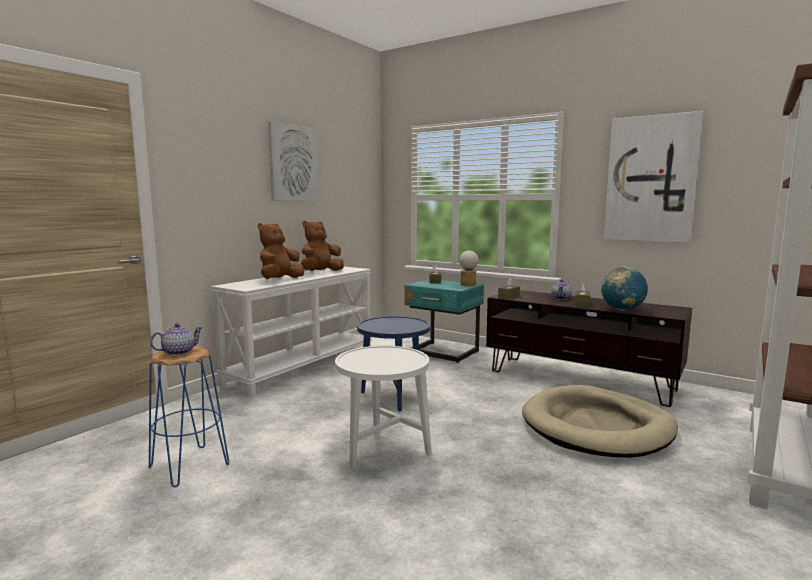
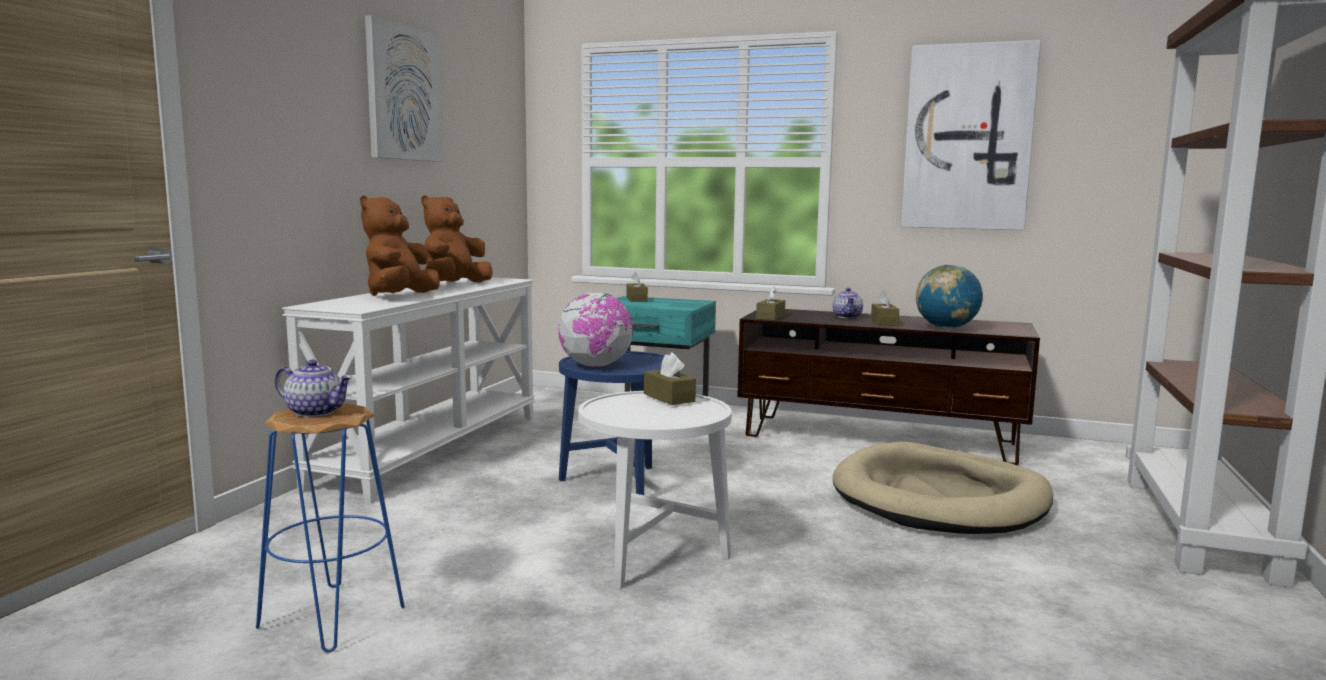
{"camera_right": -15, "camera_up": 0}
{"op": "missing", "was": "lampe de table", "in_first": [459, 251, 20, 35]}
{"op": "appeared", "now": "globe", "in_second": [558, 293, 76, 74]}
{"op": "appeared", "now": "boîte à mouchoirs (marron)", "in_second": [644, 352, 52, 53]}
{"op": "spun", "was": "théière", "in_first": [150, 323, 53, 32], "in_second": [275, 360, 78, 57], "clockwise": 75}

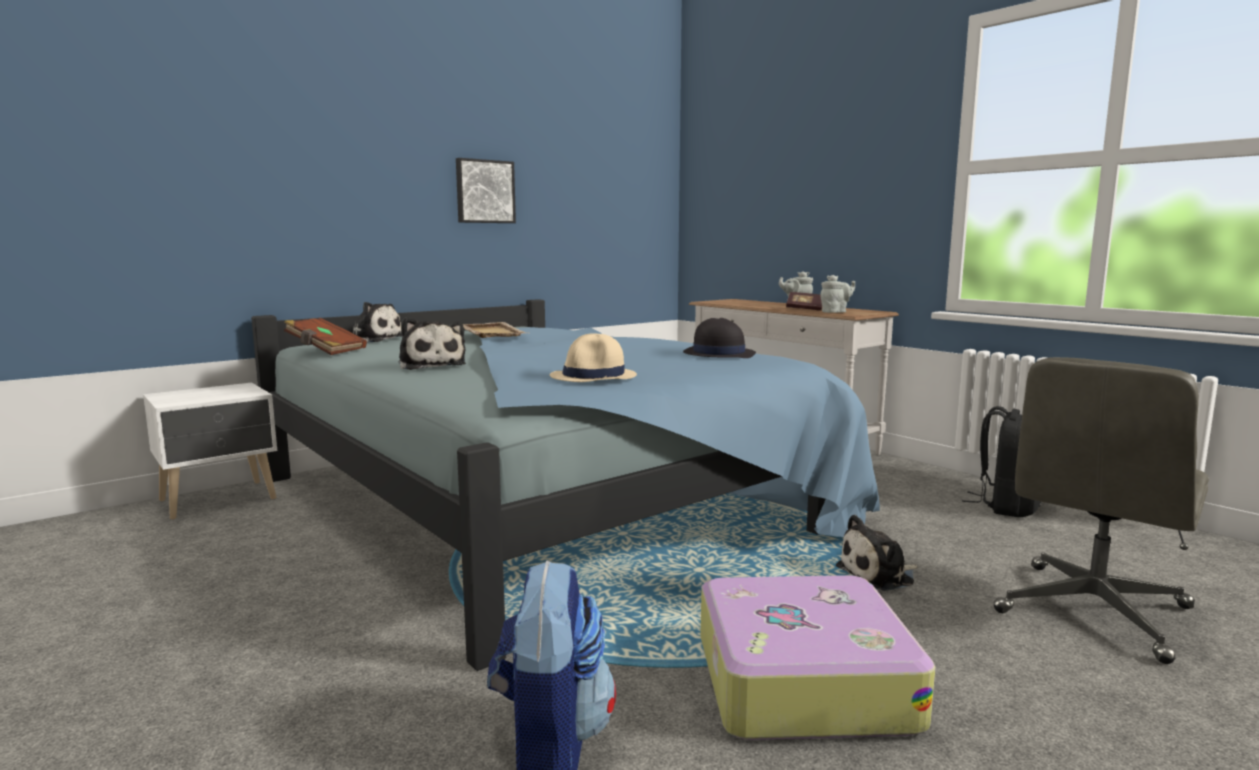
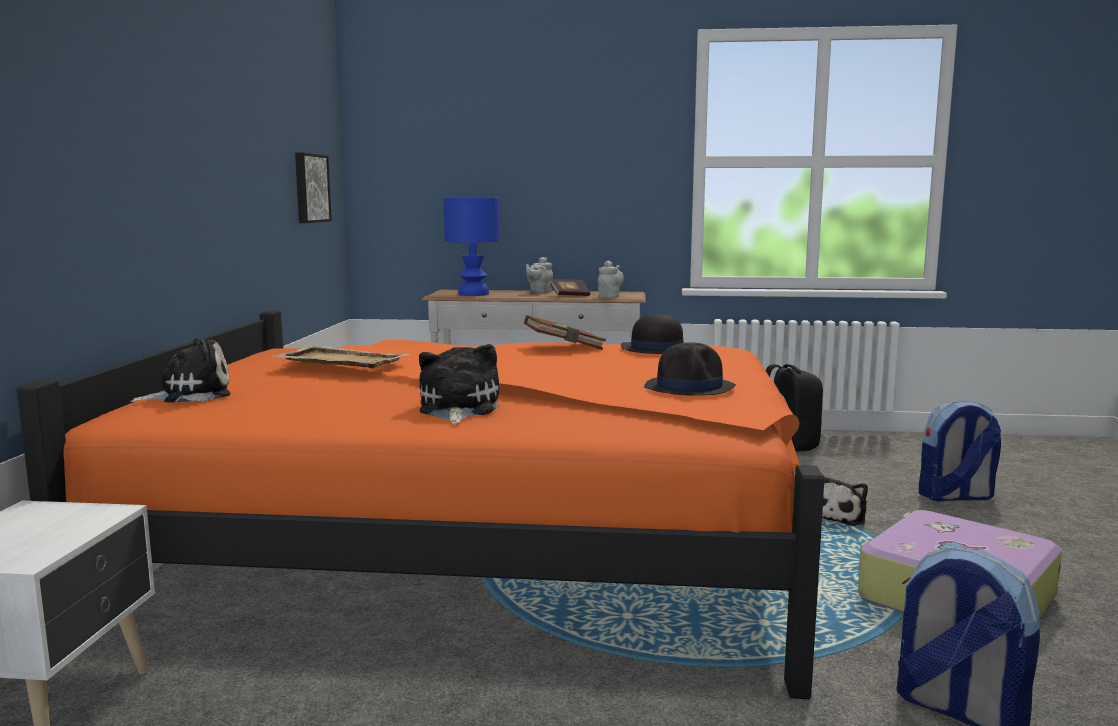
{"camera_right": -45, "camera_up": 0}
{"op": "appeared", "now": "lampe de table (bleu)", "in_second": [444, 197, 55, 99]}
{"op": "relocated", "was": "livre (marron)", "in_first": [284, 318, 83, 37], "in_second": [524, 315, 82, 35]}
{"op": "relocated", "was": "tableau", "in_first": [456, 158, 60, 65], "in_second": [295, 153, 37, 70]}
{"op": "exchanged", "was": "chaise de bureau (gris)", "now": "sac à dos", "in_first": [994, 357, 215, 307], "in_second": [919, 401, 82, 100]}
{"op": "colour", "was": "lit (bleu)", "now": "lit (orange)", "in_first": [251, 299, 629, 372], "in_second": [17, 311, 808, 388]}
{"op": "colour", "was": "chapeau (beige)", "now": "chapeau (noir)", "in_first": [550, 334, 87, 48], "in_second": [644, 342, 92, 54]}
{"op": "spun", "was": "peluche", "in_first": [399, 318, 67, 52], "in_second": [419, 344, 81, 80], "clockwise": -105}

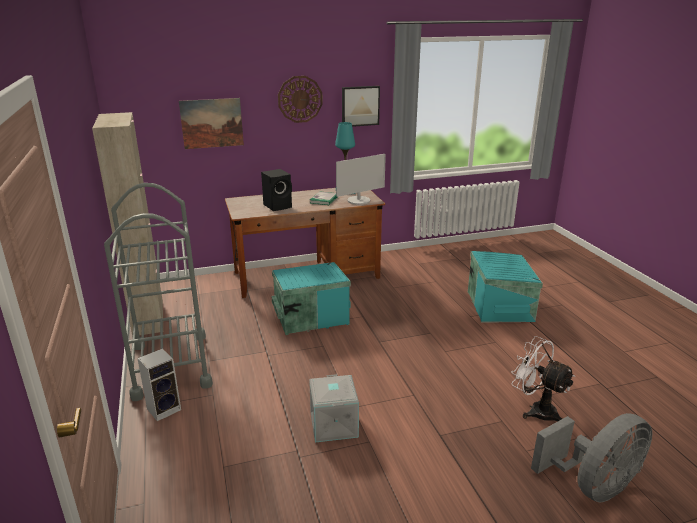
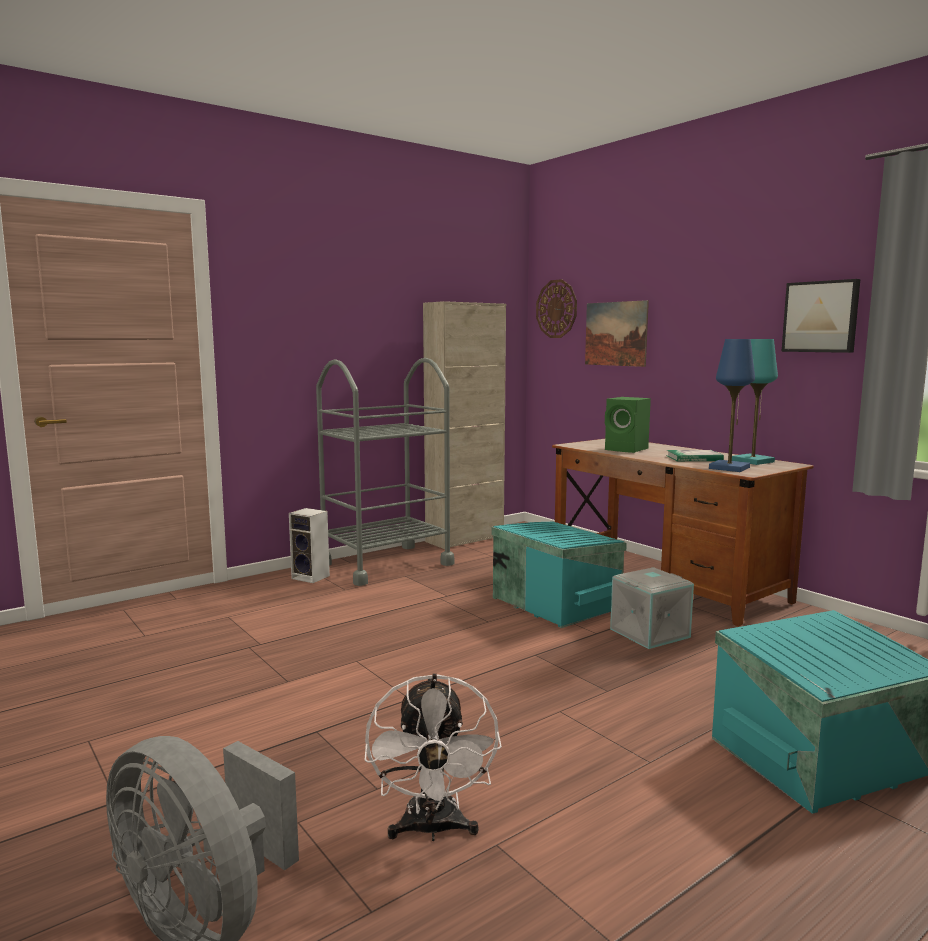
{"camera_right": 70, "camera_up": -15}
{"op": "relocated", "was": "horloge murale", "in_first": [278, 76, 45, 47], "in_second": [536, 279, 41, 59]}
{"op": "relocated", "was": "boîte de rangement (gris)", "in_first": [309, 374, 50, 68], "in_second": [610, 567, 84, 82]}
{"op": "exchanged", "was": "écran d'ordinateur", "now": "lampe de table (bleu)", "in_first": [336, 154, 50, 51], "in_second": [709, 339, 46, 133]}
{"op": "colour", "was": "enceinte (noir)", "now": "enceinte (vert)", "in_first": [261, 169, 31, 42], "in_second": [605, 397, 46, 56]}
{"op": "spun", "was": "ventilateur (blanc)", "in_first": [511, 336, 64, 85], "in_second": [365, 673, 137, 168], "clockwise": 150}

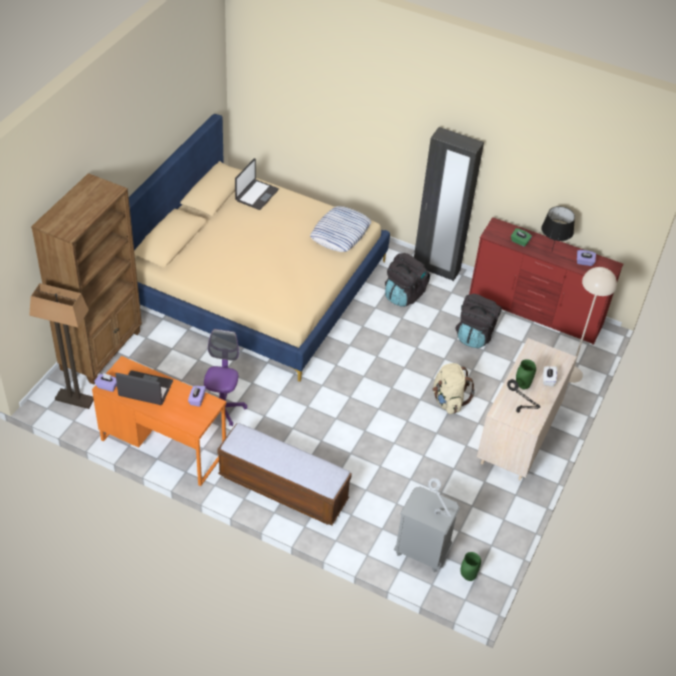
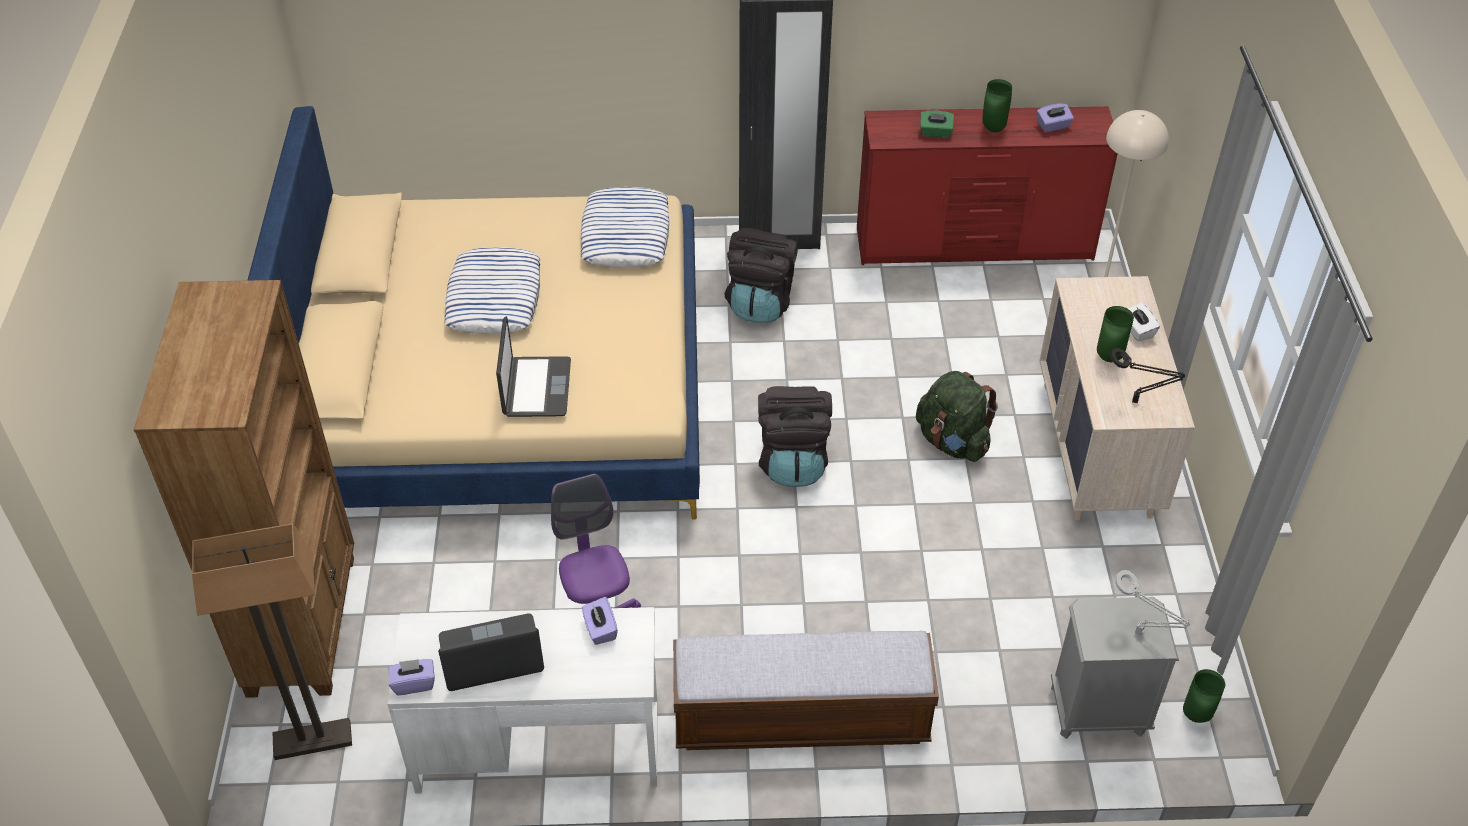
{"camera_right": -25, "camera_up": 0}
{"op": "appeared", "now": "coussin", "in_second": [444, 247, 96, 87]}
{"op": "relocated", "was": "ordinateur portable", "in_first": [235, 158, 44, 52], "in_second": [496, 316, 75, 101]}
{"op": "relocated", "was": "sac à dos (noir)", "in_first": [455, 294, 47, 54], "in_second": [758, 386, 74, 101]}
{"op": "exchanged", "was": "lampe de table (noir)", "now": "vase (vert)", "in_first": [541, 206, 34, 44], "in_second": [982, 79, 30, 53]}
{"op": "colour", "was": "bureau (orange)", "now": "bureau (blanc)", "in_first": [92, 356, 134, 130], "in_second": [387, 607, 270, 187]}
{"op": "colour", "was": "sac à dos (beige)", "now": "sac à dos (vert)", "in_first": [433, 363, 42, 51], "in_second": [916, 371, 82, 91]}

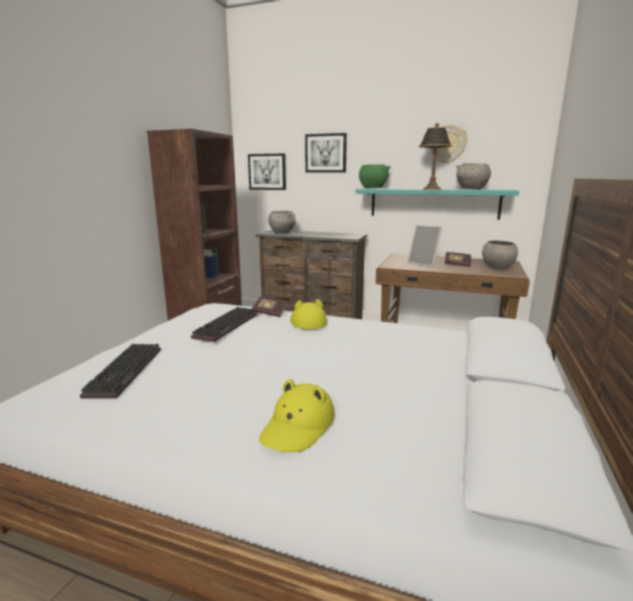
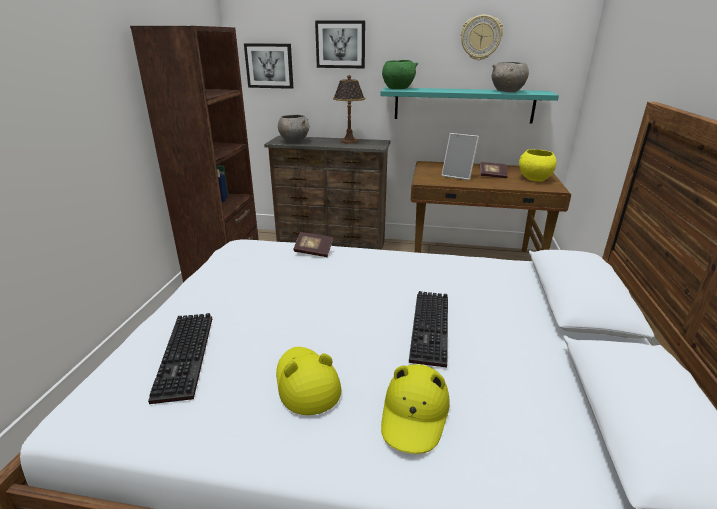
{"camera_right": -10, "camera_up": 10}
{"op": "relocated", "was": "clavier", "in_first": [191, 307, 67, 35], "in_second": [409, 291, 39, 77]}
{"op": "relocated", "was": "chapeau (jaune)", "in_first": [290, 299, 37, 30], "in_second": [276, 347, 65, 68]}
{"op": "relocated", "was": "lampe de table", "in_first": [419, 123, 33, 67], "in_second": [333, 75, 32, 69]}
{"op": "colour", "was": "bol (gris)", "now": "bol (jaune)", "in_first": [482, 240, 36, 30], "in_second": [519, 149, 38, 33]}

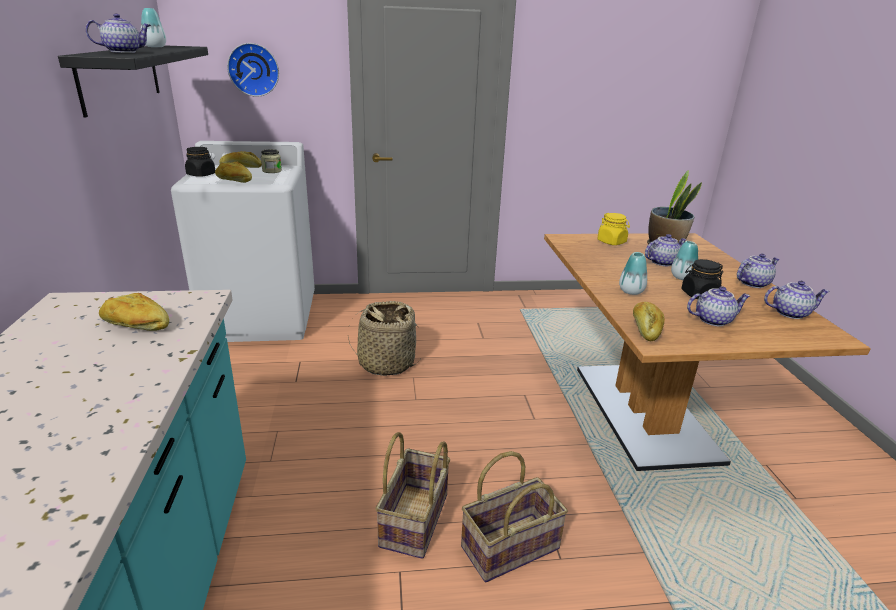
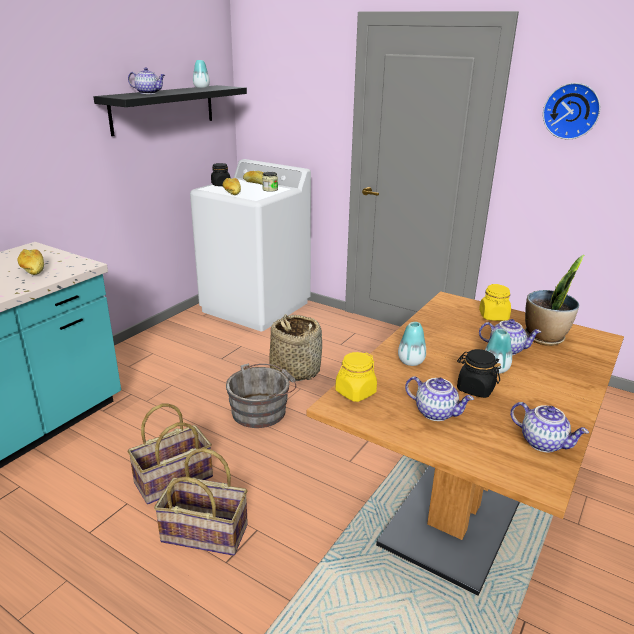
{"camera_right": 40, "camera_up": 0}
{"op": "missing", "was": "théière", "in_first": [737, 253, 42, 35]}
{"op": "appeared", "now": "seau (gris)", "in_second": [226, 363, 70, 65]}
{"op": "relocated", "was": "horloge murale", "in_first": [227, 43, 52, 54], "in_second": [543, 83, 57, 56]}
{"op": "exchanged", "was": "pain", "now": "bocal (jaune)", "in_first": [633, 302, 32, 39], "in_second": [335, 352, 42, 50]}

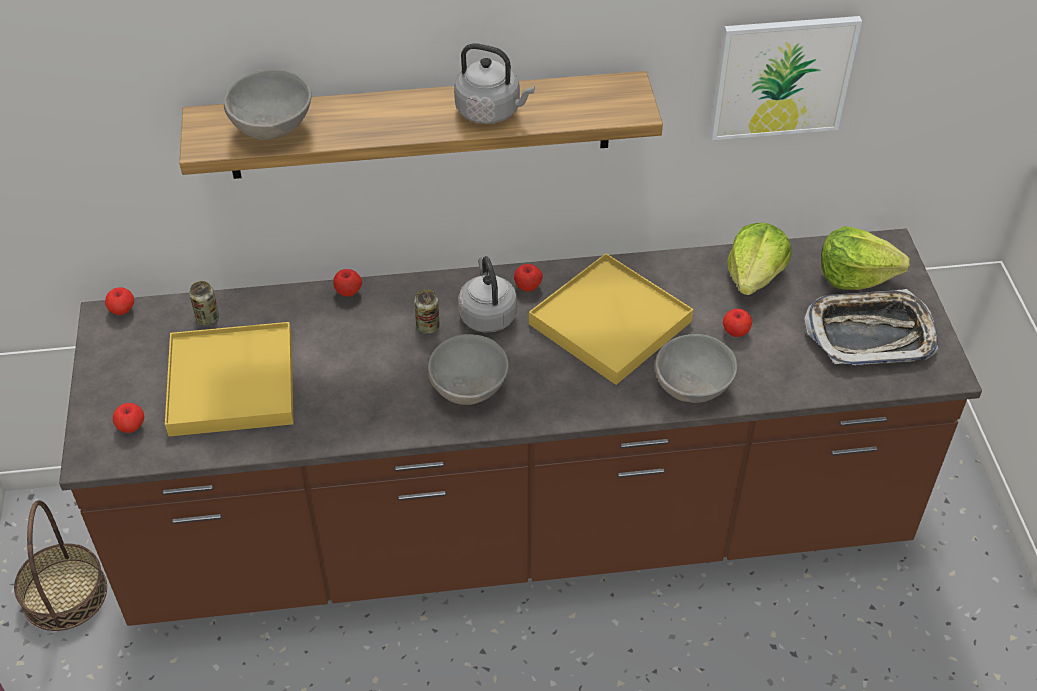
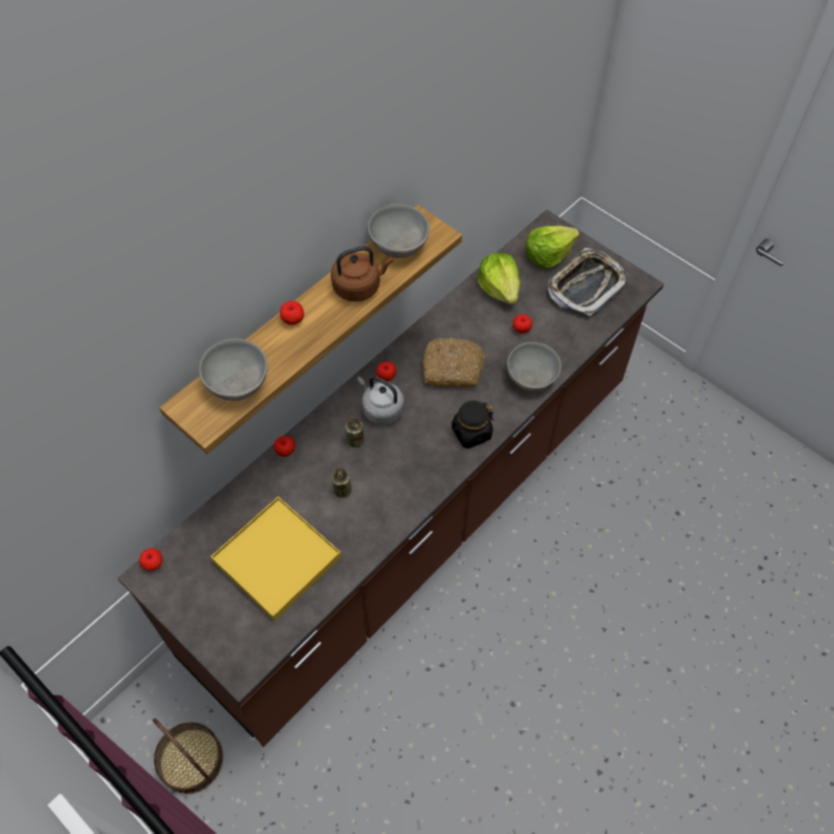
{"camera_right": -40, "camera_up": 10}
{"op": "missing", "was": "tableau", "in_first": [710, 16, 152, 124]}
{"op": "appeared", "now": "bocal (noir)", "in_second": [451, 400, 42, 49]}
{"op": "relocated", "was": "pomme", "in_first": [113, 403, 31, 30], "in_second": [280, 301, 24, 24]}
{"op": "relocated", "was": "boîte métallique", "in_first": [189, 281, 30, 45], "in_second": [332, 468, 19, 30]}
{"op": "relocated", "was": "bol (gris)", "in_first": [428, 334, 80, 71], "in_second": [368, 204, 62, 54]}
{"op": "exchanged", "was": "plateau (jaune)", "now": "pain", "in_first": [529, 253, 164, 132], "in_second": [423, 337, 62, 51]}
{"op": "colour", "was": "bouilloire (gris)", "now": "bouilloire (marron)", "in_first": [454, 43, 81, 81], "in_second": [331, 246, 62, 56]}

